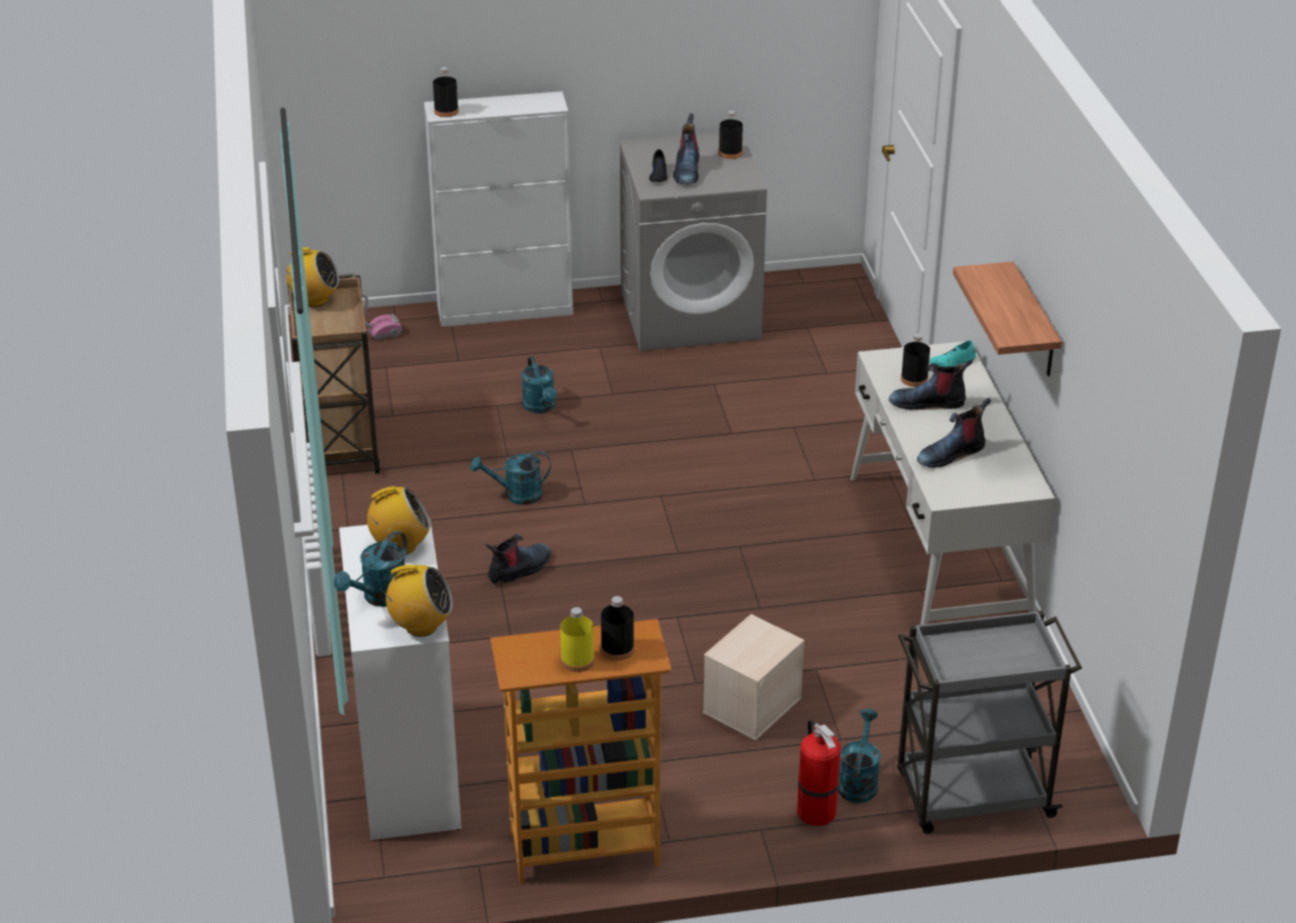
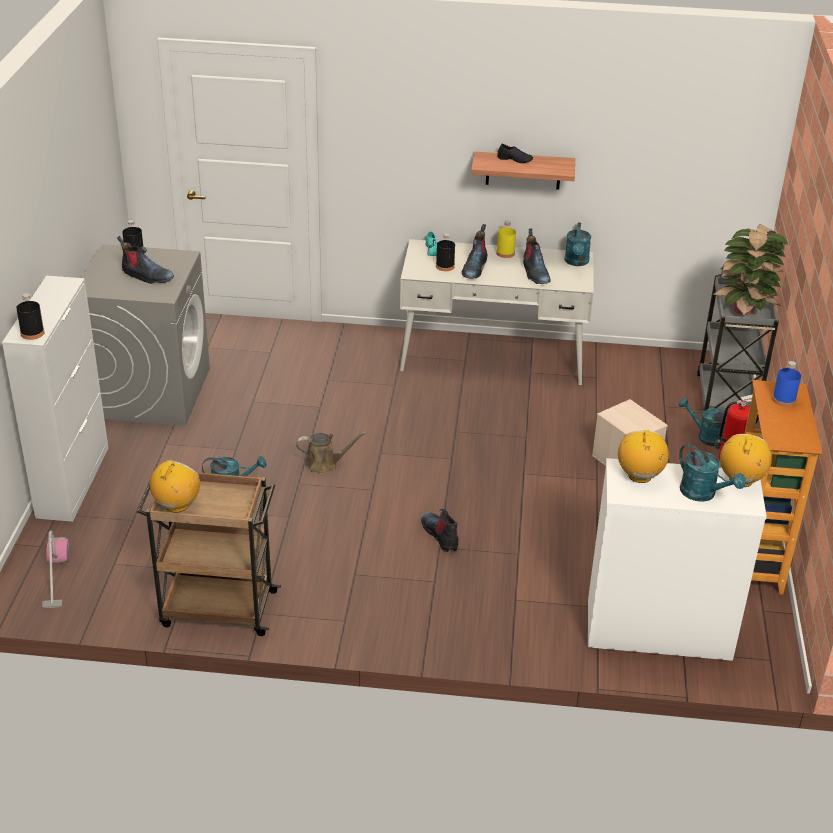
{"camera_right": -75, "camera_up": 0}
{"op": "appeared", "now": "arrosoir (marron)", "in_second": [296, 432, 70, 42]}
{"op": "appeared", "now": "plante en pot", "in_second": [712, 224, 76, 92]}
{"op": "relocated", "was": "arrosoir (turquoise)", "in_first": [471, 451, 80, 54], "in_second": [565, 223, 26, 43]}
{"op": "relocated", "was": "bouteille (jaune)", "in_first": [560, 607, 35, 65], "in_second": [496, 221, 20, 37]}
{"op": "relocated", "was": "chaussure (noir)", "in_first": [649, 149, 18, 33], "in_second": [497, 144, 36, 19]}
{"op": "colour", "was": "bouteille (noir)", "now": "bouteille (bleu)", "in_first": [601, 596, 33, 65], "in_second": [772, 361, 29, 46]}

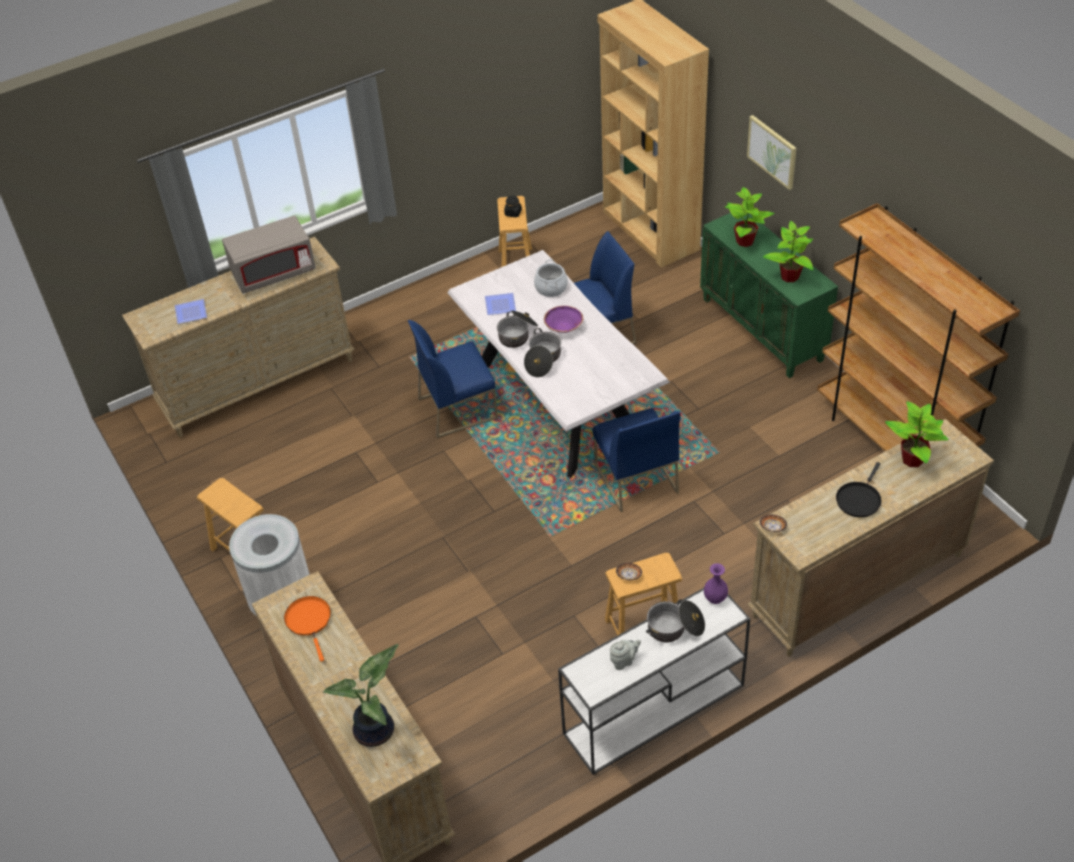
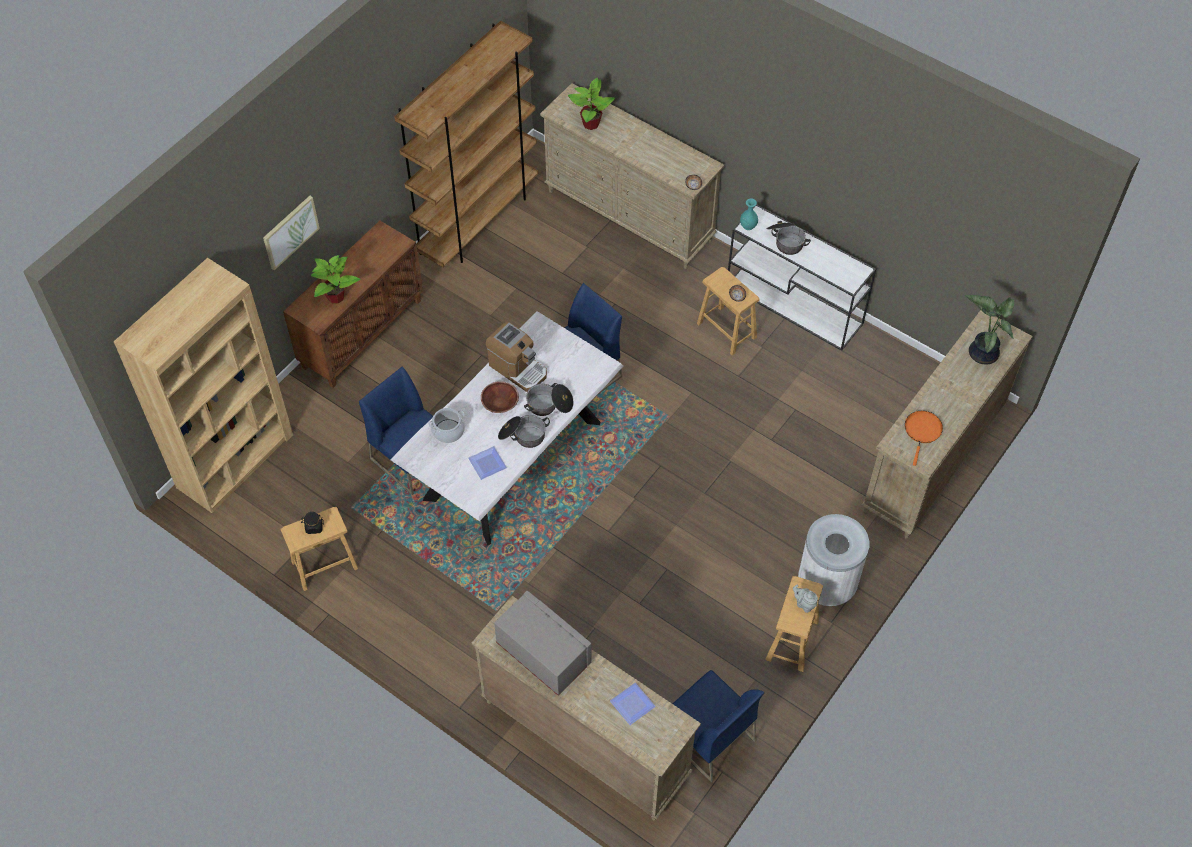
{"camera_right": -115, "camera_up": 10}
{"op": "missing", "was": "plante en pot", "in_first": [763, 221, 50, 61]}
{"op": "missing", "was": "poêle (noir)", "in_first": [836, 462, 45, 55]}
{"op": "appeared", "now": "machine à café", "in_second": [486, 321, 61, 71]}
{"op": "relocated", "was": "chaise (bleu)", "in_first": [408, 320, 90, 118], "in_second": [673, 670, 92, 113]}
{"op": "relocated", "was": "théière (gris)", "in_first": [610, 640, 31, 30], "in_second": [793, 585, 25, 28]}
{"op": "colour", "was": "bol (violet)", "now": "bol (marron)", "in_first": [544, 306, 39, 27], "in_second": [481, 381, 38, 32]}
{"op": "colour", "was": "meuble de rangement (vert)", "now": "meuble de rangement (marron)", "in_first": [700, 213, 138, 165], "in_second": [283, 221, 140, 167]}
{"op": "colour", "was": "vase (violet)", "now": "vase (turquoise)", "in_first": [704, 563, 24, 41], "in_second": [740, 198, 18, 32]}
{"op": "spun", "was": "poêle (orange)", "in_first": [284, 596, 47, 66], "in_second": [905, 411, 38, 55], "clockwise": 150}

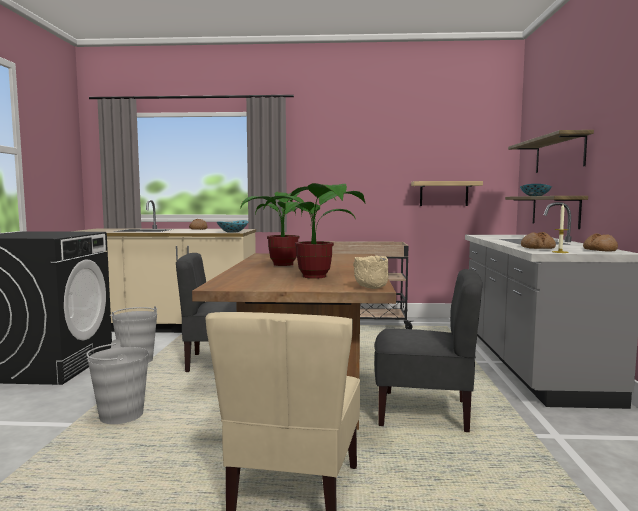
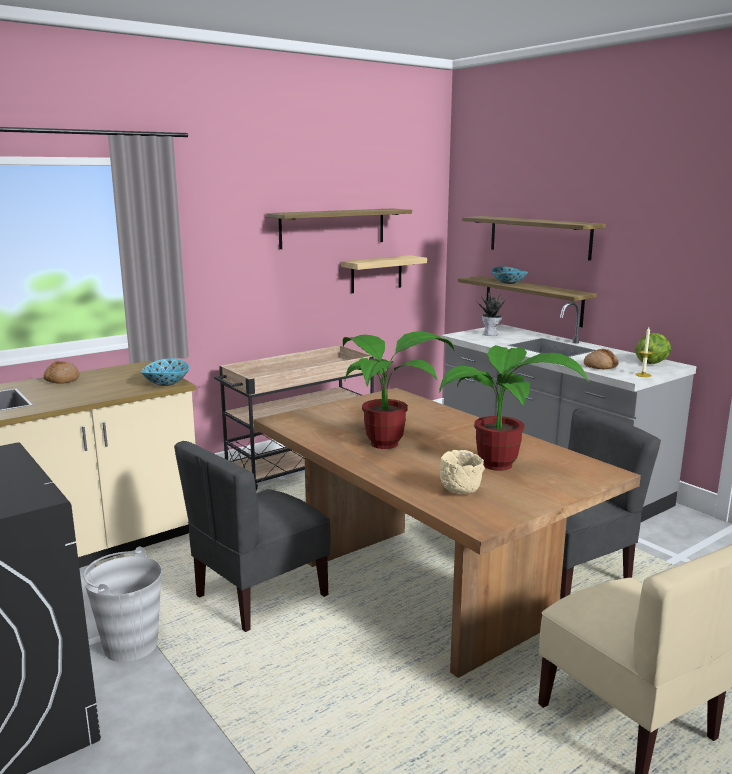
{"camera_right": -40, "camera_up": 10}
{"op": "missing", "was": "seau (gris)", "in_first": [86, 339, 63, 85]}
{"op": "appeared", "now": "étagère", "in_second": [266, 208, 146, 41]}
{"op": "appeared", "now": "plante en pot", "in_second": [476, 292, 29, 44]}
{"op": "relocated", "was": "bol (beige)", "in_first": [353, 256, 35, 33], "in_second": [440, 450, 45, 44]}
{"op": "exchanged", "was": "pain", "now": "laitue", "in_first": [583, 233, 35, 18], "in_second": [635, 333, 36, 31]}

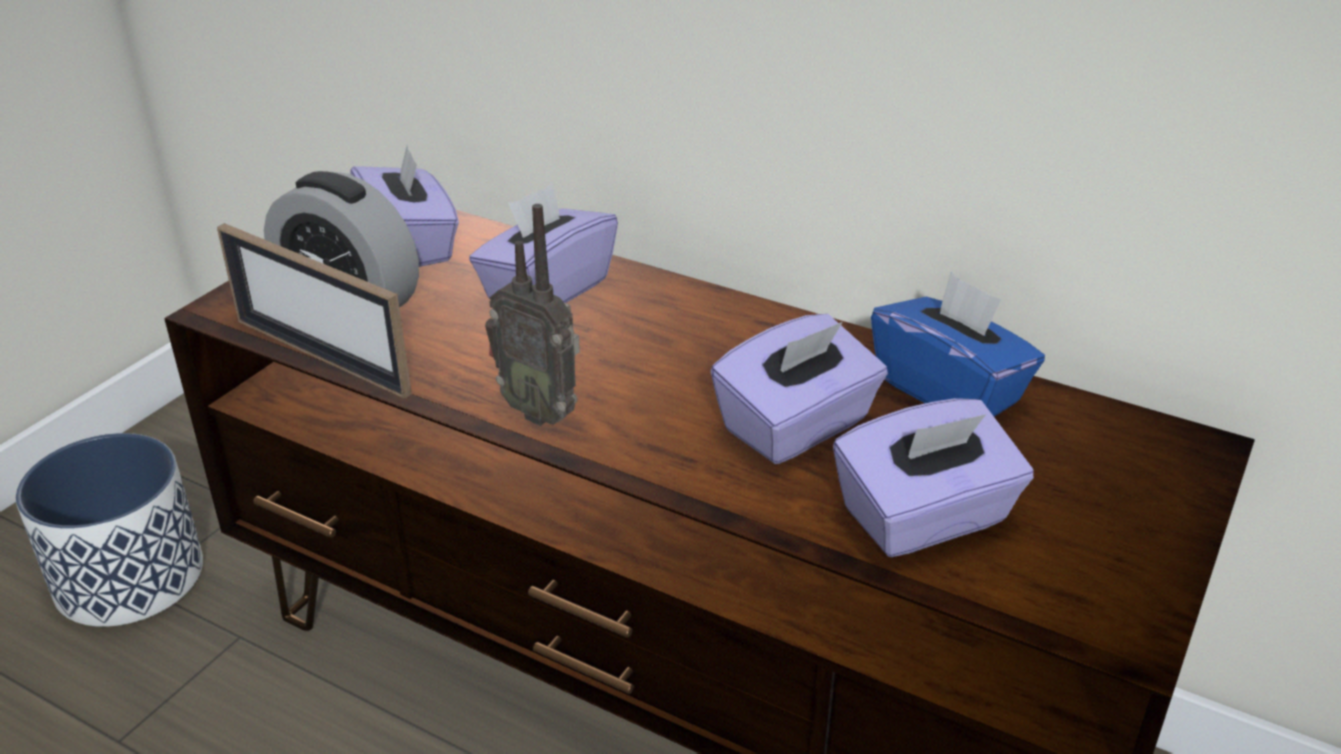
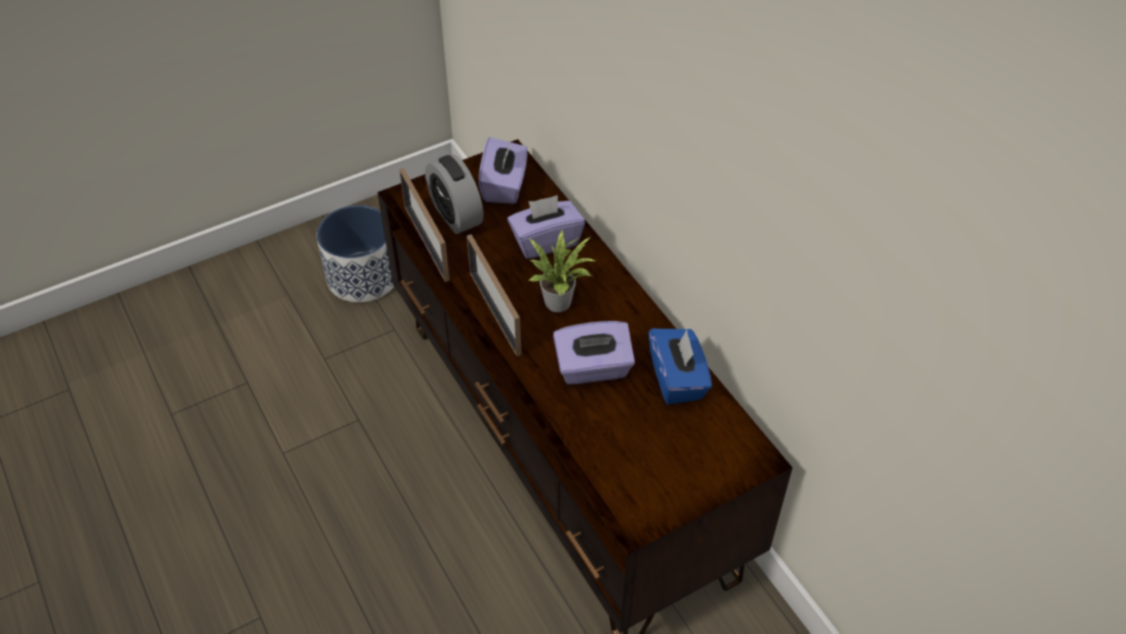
{"camera_right": 30, "camera_up": 15}
{"op": "missing", "was": "boîte à mouchoirs (violet)", "in_first": [833, 398, 201, 159]}
{"op": "appeared", "now": "plante en pot", "in_second": [528, 230, 68, 82]}
{"op": "exchanged", "was": "radio", "now": "cadre photo", "in_first": [485, 204, 95, 222], "in_second": [467, 234, 55, 122]}

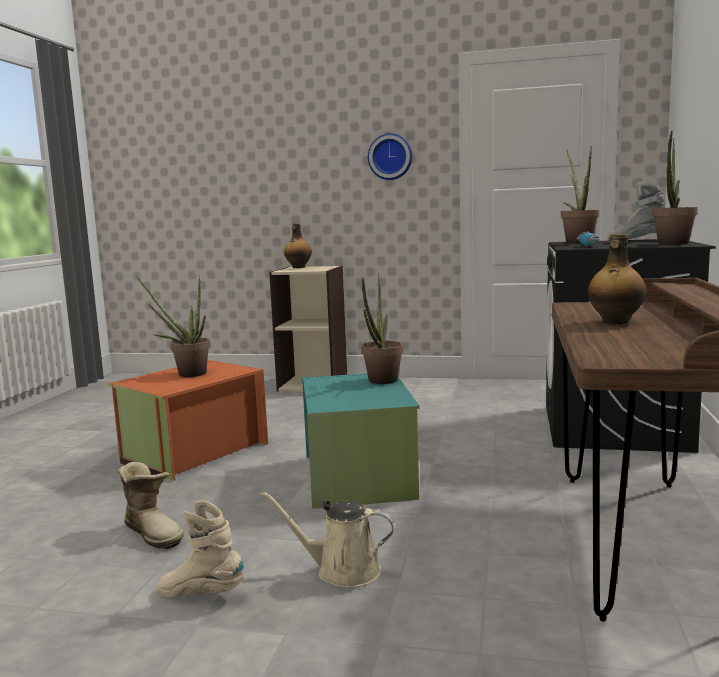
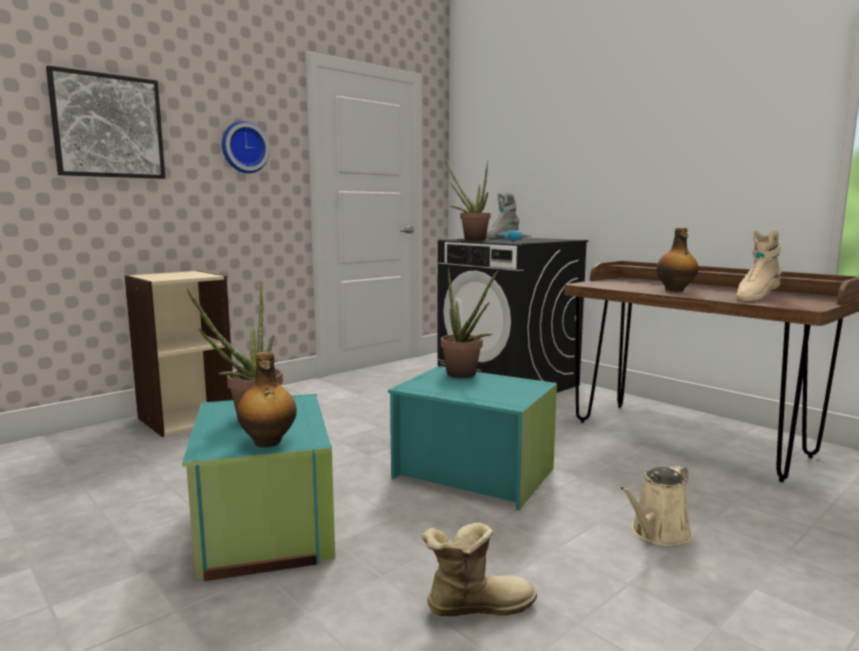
{"camera_right": -55, "camera_up": 0}
{"op": "missing", "was": "plante en pot", "in_first": [652, 130, 46, 115]}
{"op": "appeared", "now": "tableau", "in_second": [46, 66, 119, 113]}
{"op": "relocated", "was": "botte (beige)", "in_first": [157, 501, 87, 97], "in_second": [736, 229, 46, 73]}
{"op": "relocated", "was": "bouteille", "in_first": [284, 223, 28, 45], "in_second": [237, 351, 60, 97]}
{"op": "colour", "was": "boîte de rangement (orange)", "now": "boîte de rangement (turquoise)", "in_first": [108, 360, 160, 121], "in_second": [182, 394, 153, 187]}

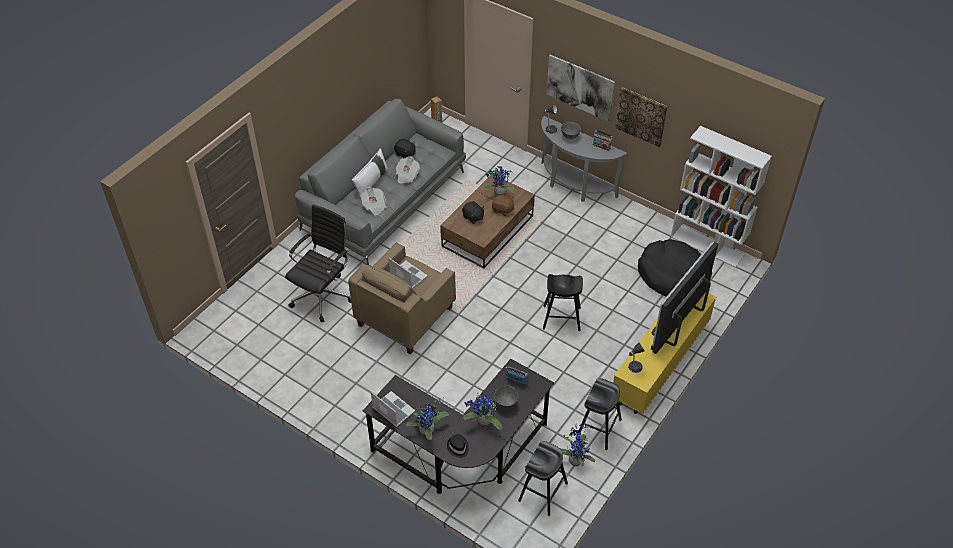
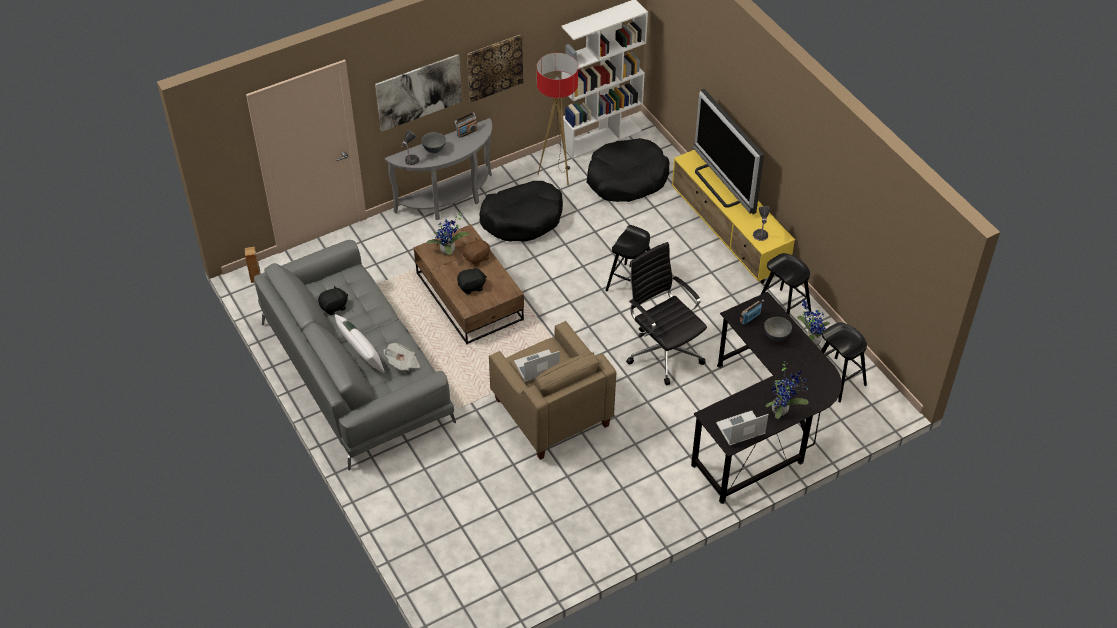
{"camera_right": -65, "camera_up": 0}
{"op": "missing", "was": "journal", "in_first": [396, 156, 24, 27]}
{"op": "missing", "was": "chapeau (noir)", "in_first": [447, 434, 22, 24]}
{"op": "missing", "was": "plante en pot", "in_first": [463, 393, 39, 37]}
{"op": "appeared", "now": "panier pour chien (noir)", "in_second": [479, 181, 84, 61]}
{"op": "appeared", "now": "lampadaire", "in_second": [537, 53, 41, 133]}
{"op": "relocated", "was": "chaise de bureau (noir)", "in_first": [285, 205, 66, 117], "in_second": [626, 242, 81, 143]}

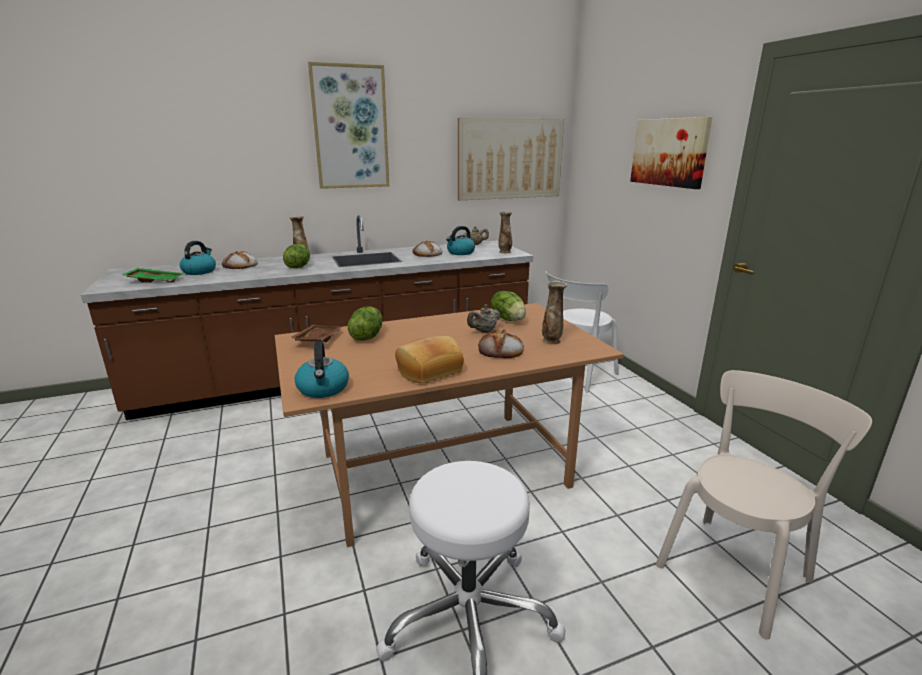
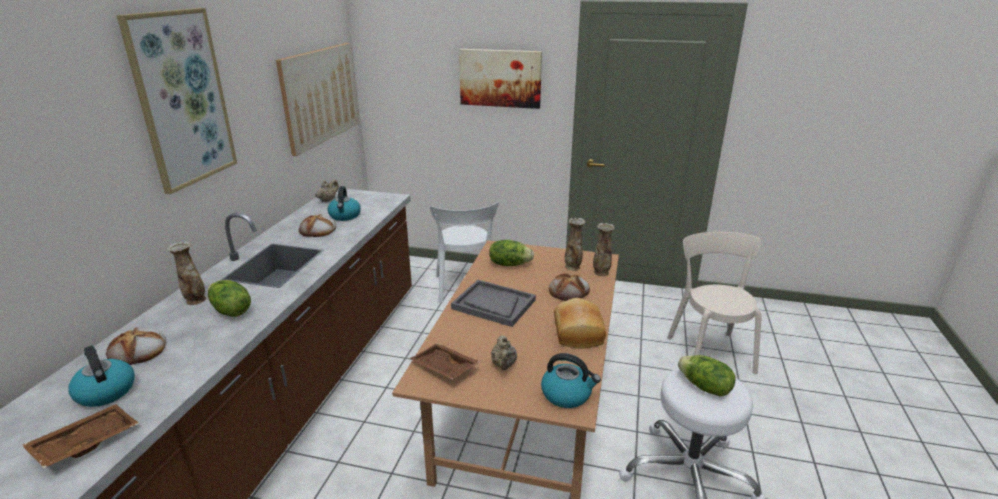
{"camera_right": -55, "camera_up": 5}
{"op": "appeared", "now": "plateau (gris)", "in_second": [451, 280, 85, 47]}
{"op": "relocated", "was": "laitue", "in_first": [348, 306, 34, 35], "in_second": [678, 355, 57, 41]}
{"op": "relocated", "was": "théière (beige)", "in_first": [467, 304, 34, 29], "in_second": [491, 336, 26, 34]}
{"op": "relocated", "was": "vase", "in_first": [498, 211, 14, 42], "in_second": [593, 223, 22, 53]}
{"op": "colour", "was": "plateau (vert)", "now": "plateau (marron)", "in_first": [122, 268, 62, 15], "in_second": [22, 404, 117, 64]}

